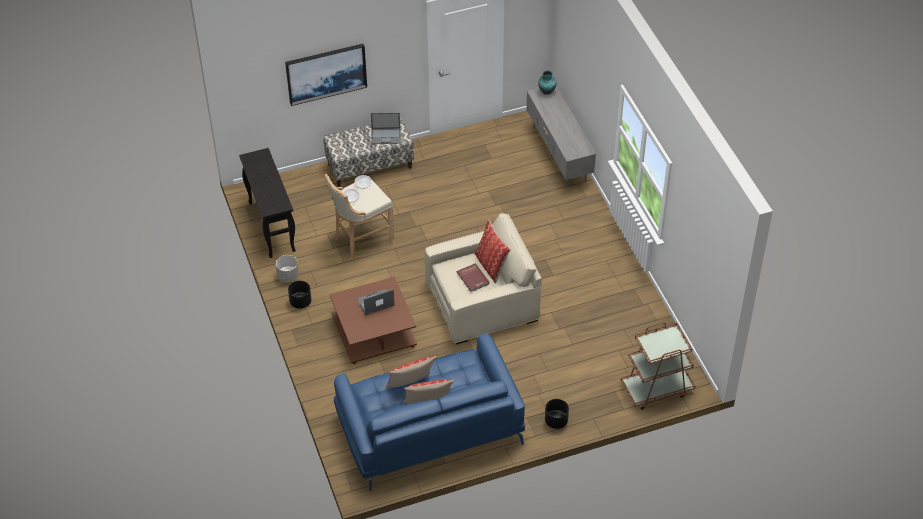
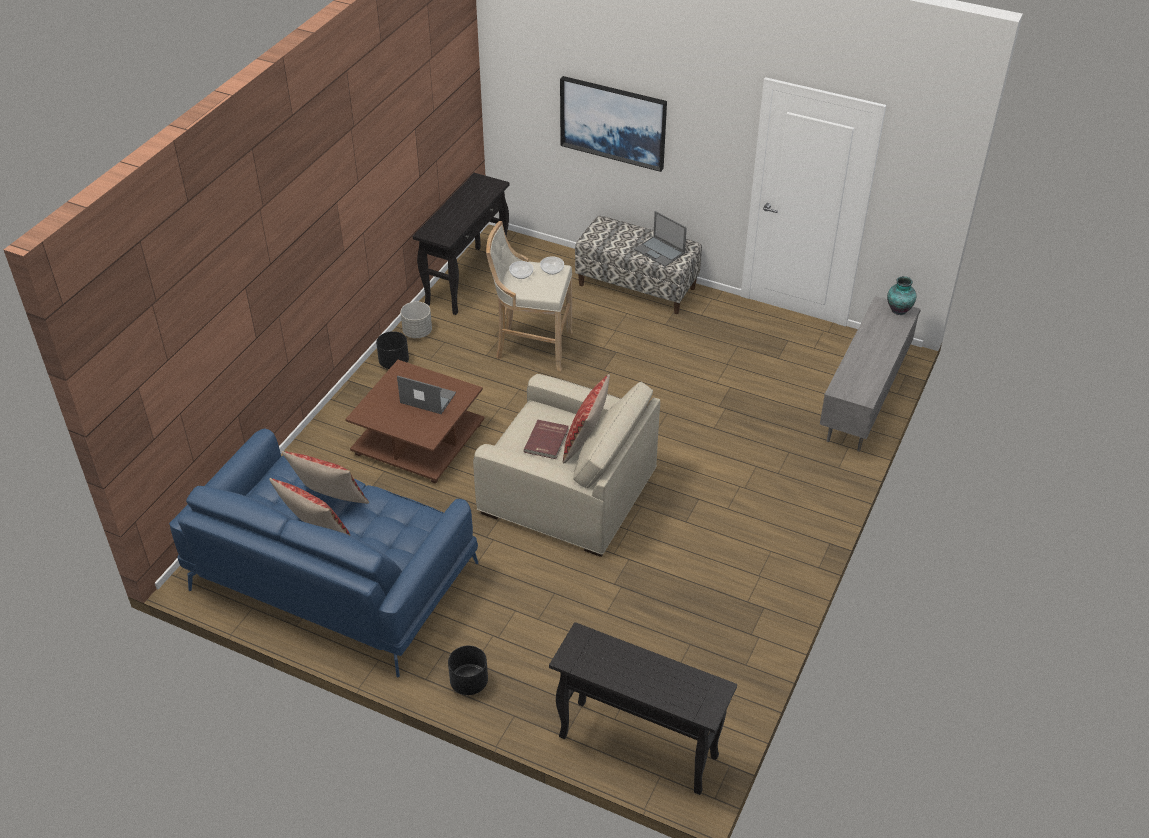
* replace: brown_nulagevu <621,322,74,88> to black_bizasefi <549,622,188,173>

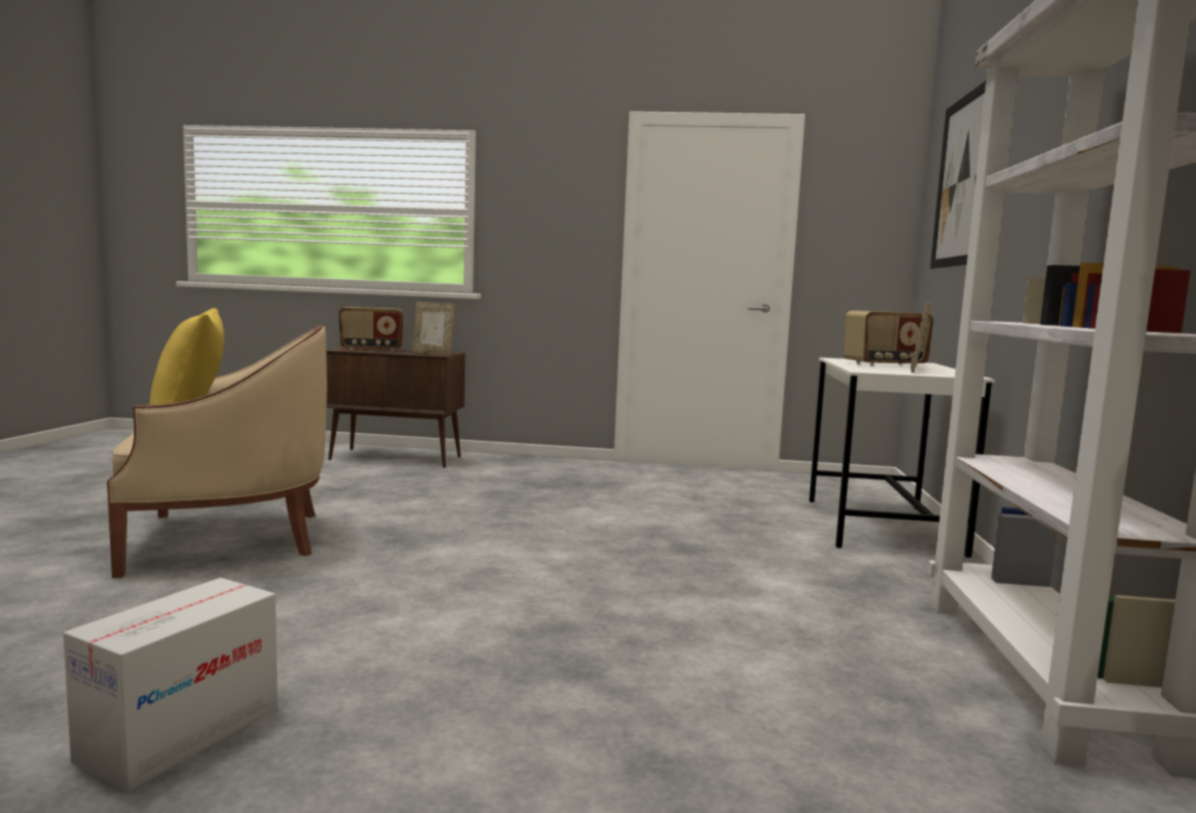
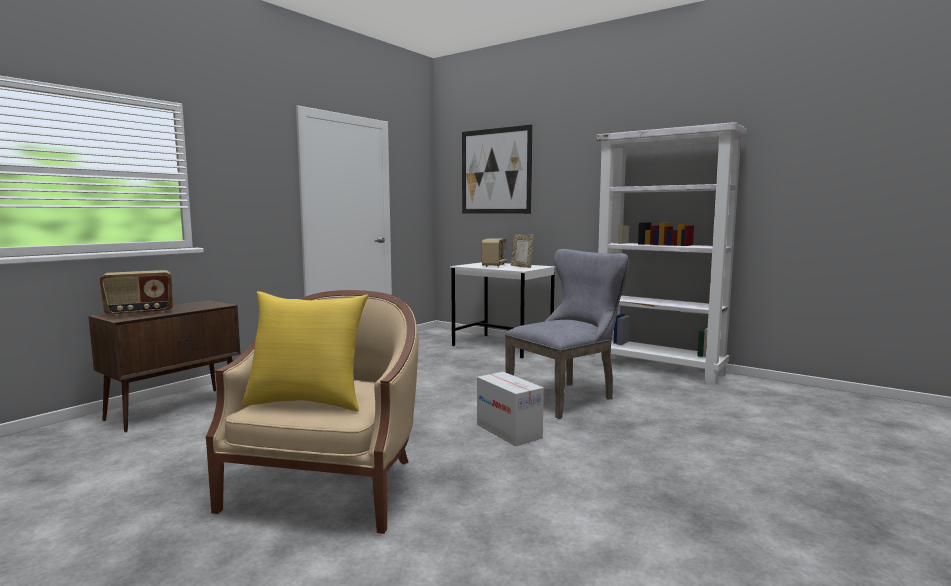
* delete: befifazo <412,302,43,53>
* rotate: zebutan <339,307,64,44> = <100,270,73,47> 45 degrees clockwise
* move: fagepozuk <63,578,215,214> to <477,372,67,74>
* insert: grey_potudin <505,249,124,170>

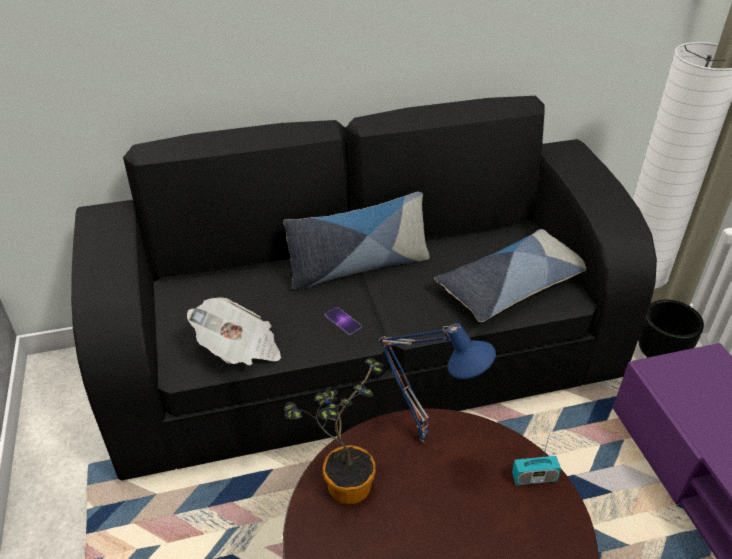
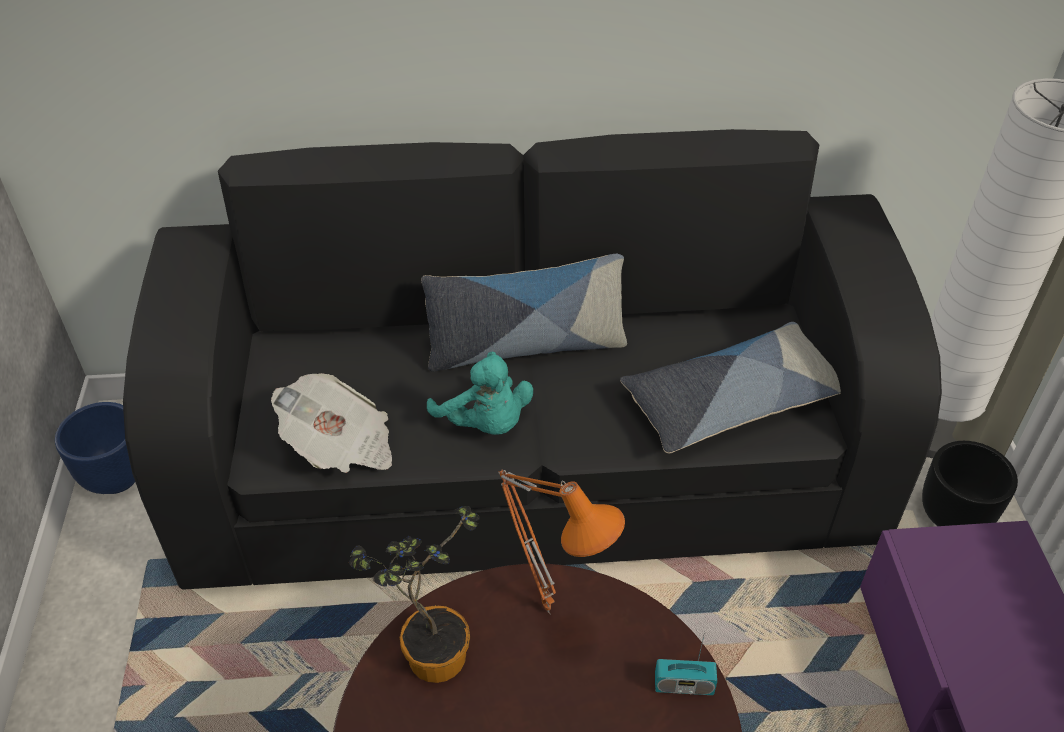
* replace: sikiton <324,307,38,28> to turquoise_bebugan <427,352,106,83>
* recolor: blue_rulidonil <379,323,117,120> to orange_rulidonil <498,470,127,145>
* insert: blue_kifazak <55,402,80,92>

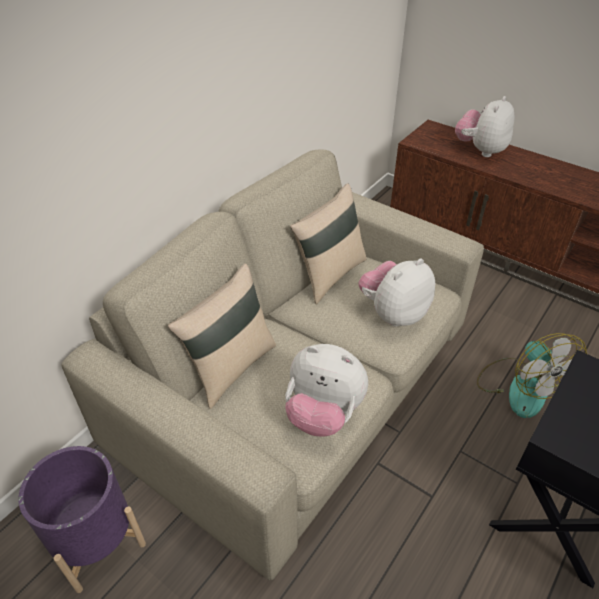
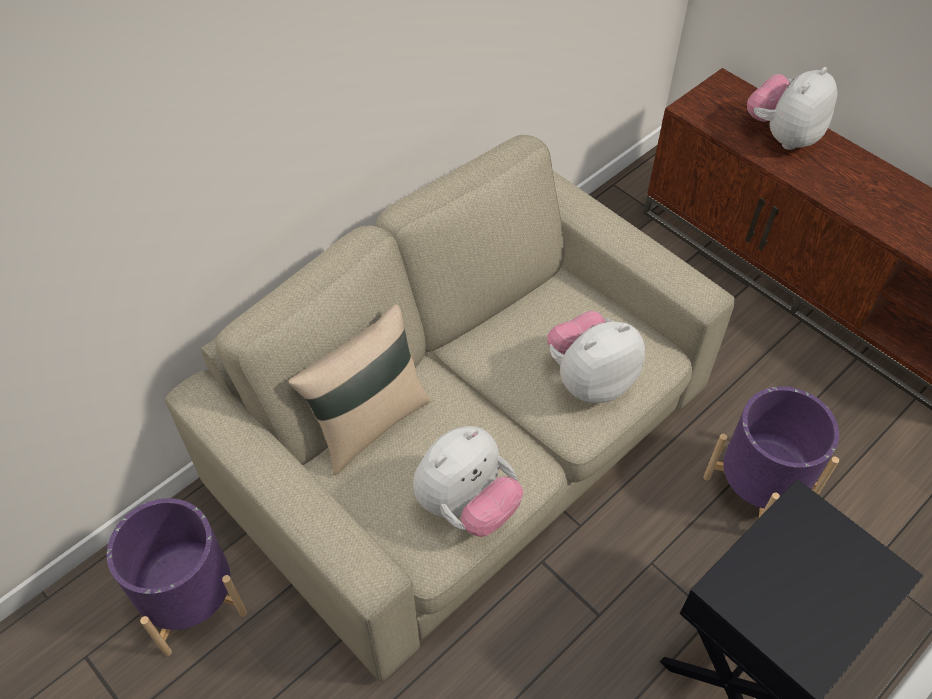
* delete: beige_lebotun <290,184,76,120>
* replace: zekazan <477,333,110,85> to purple_kifazak <703,386,136,132>
* rotate: bebugan <285,344,83,93> = <413,426,110,111> 75 degrees counterclockwise

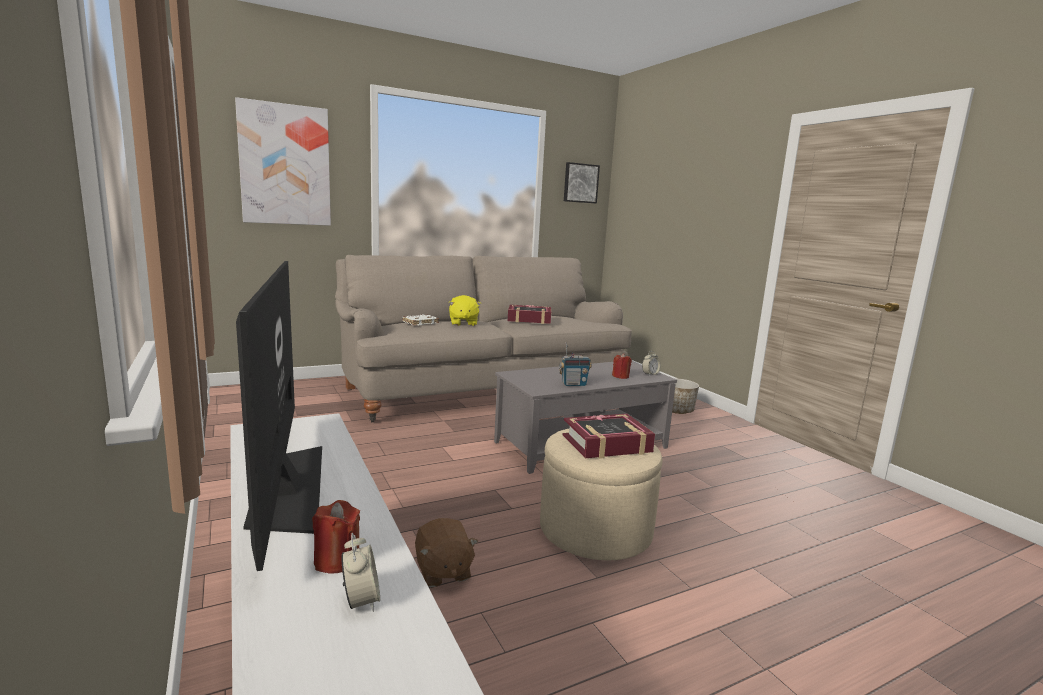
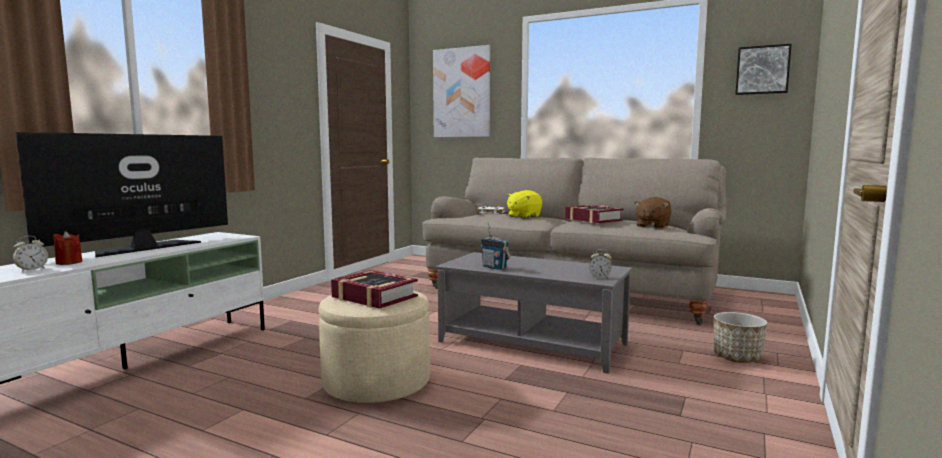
* delete: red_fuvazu <612,353,20,26>
* move: brown_bebugan <415,518,63,69> to <634,197,38,32>

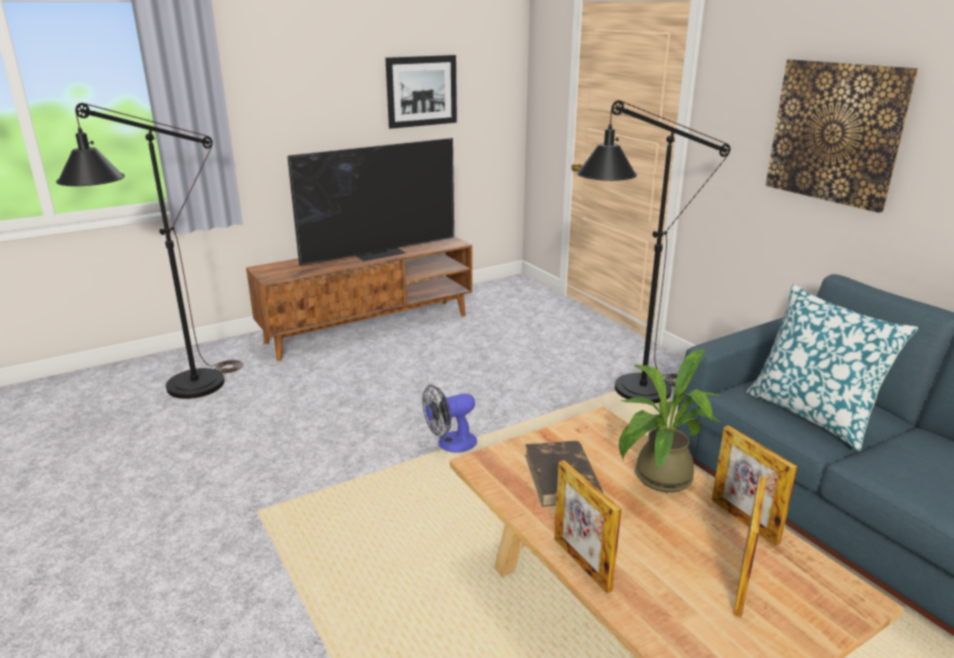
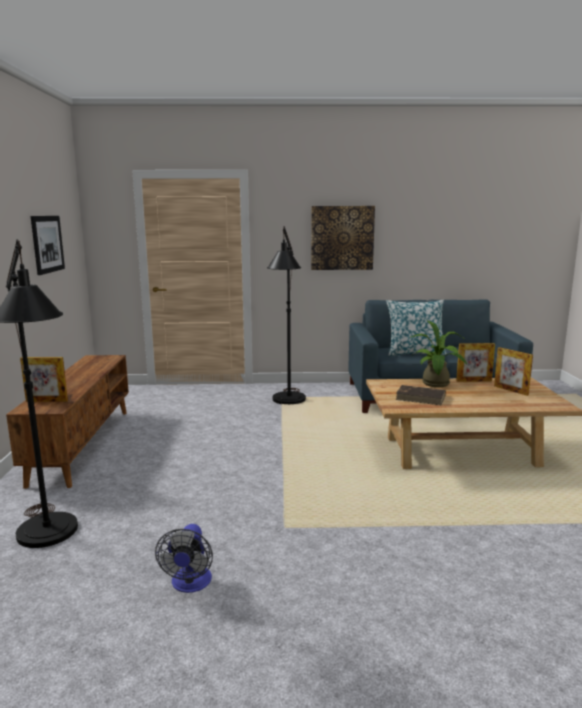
* delete: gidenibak <288,138,166,128>
* move: zekazan <422,385,55,68> to <155,524,58,69>
* move: befifazo <554,460,67,133> to <20,357,48,45>

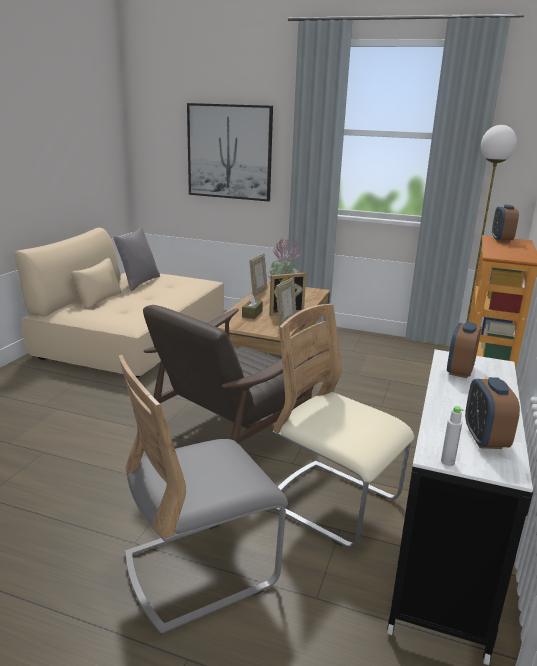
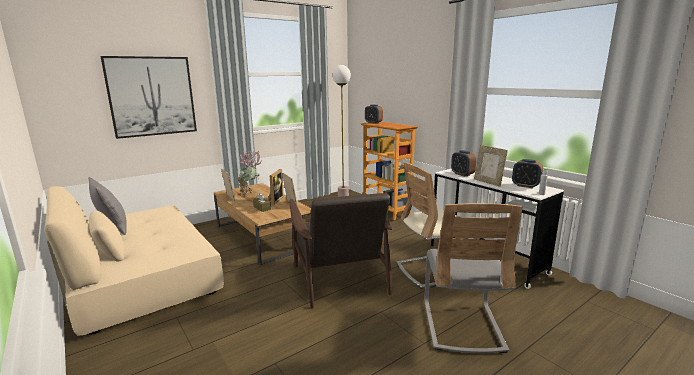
* insert: befifazo <474,145,34,42>

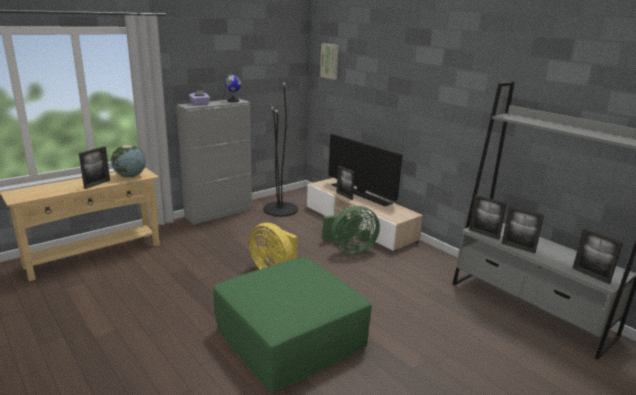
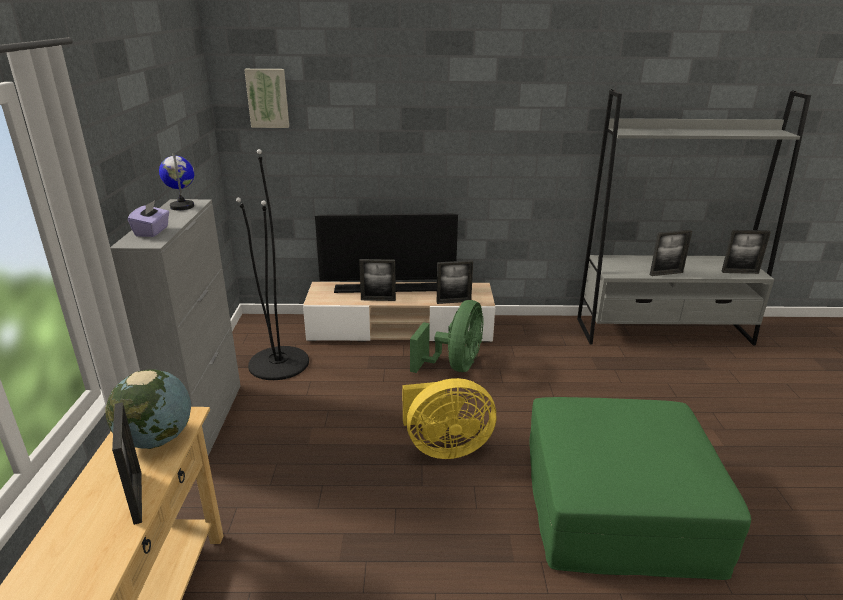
* move: befifazo <469,194,38,46> to <437,260,36,44>

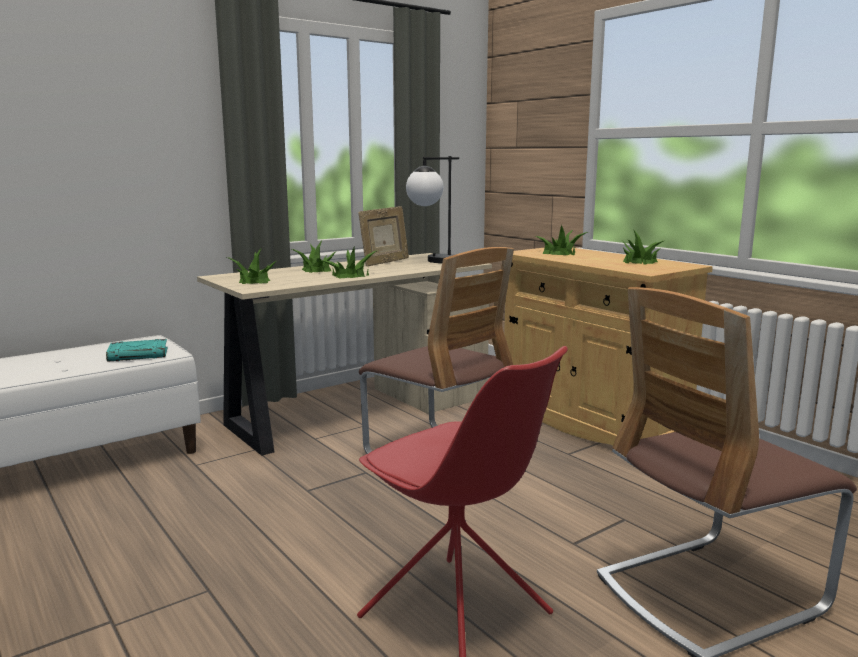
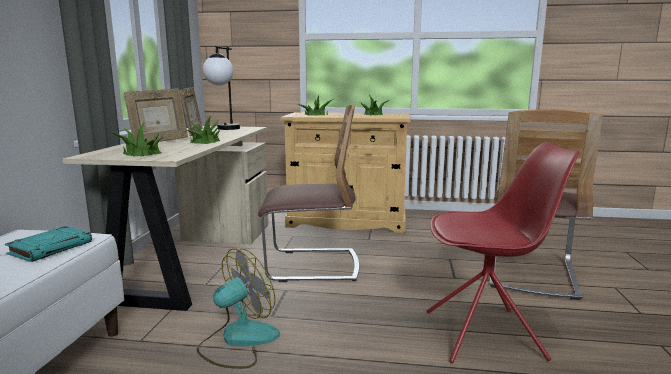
* replace: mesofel <292,241,45,32> to befifazo <124,89,64,54>
* insert: zekazan <197,249,83,120>

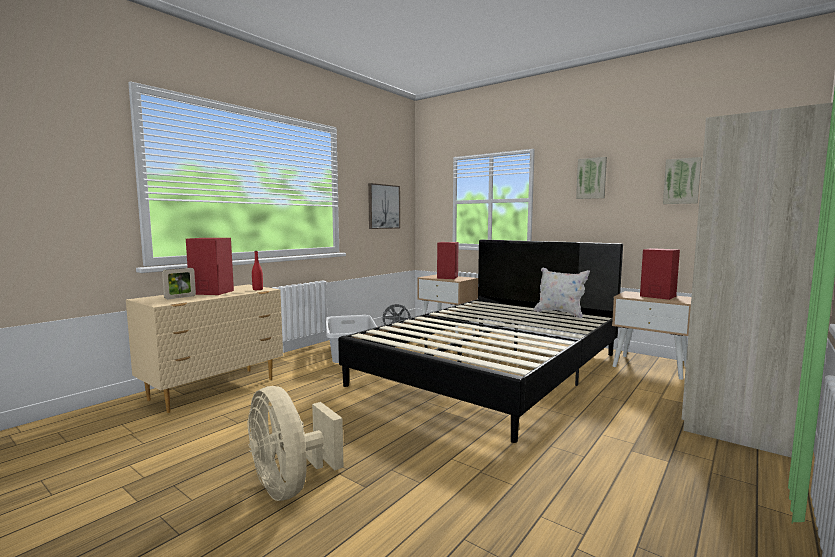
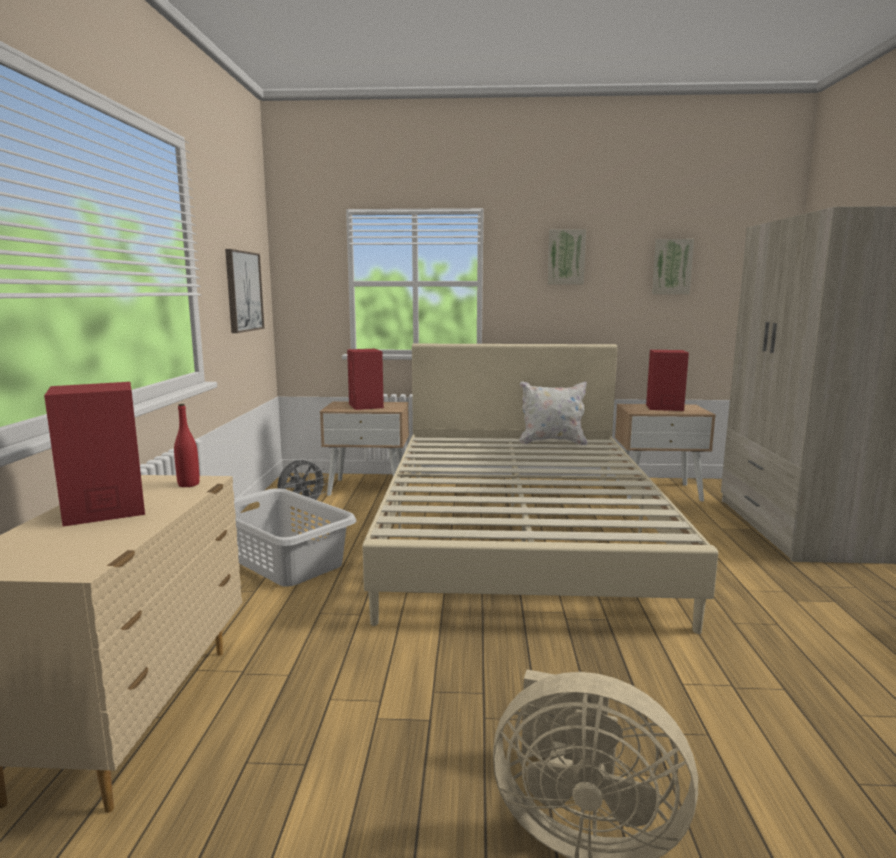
* recolor: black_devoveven <338,240,285,203> to beige_devoveven <363,344,355,290>
* delete: befifazo <162,268,34,31>

